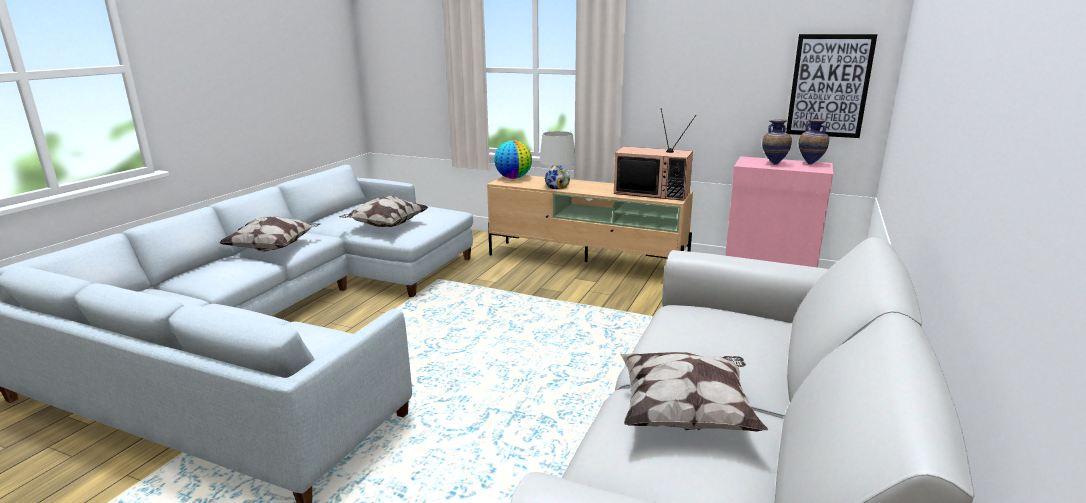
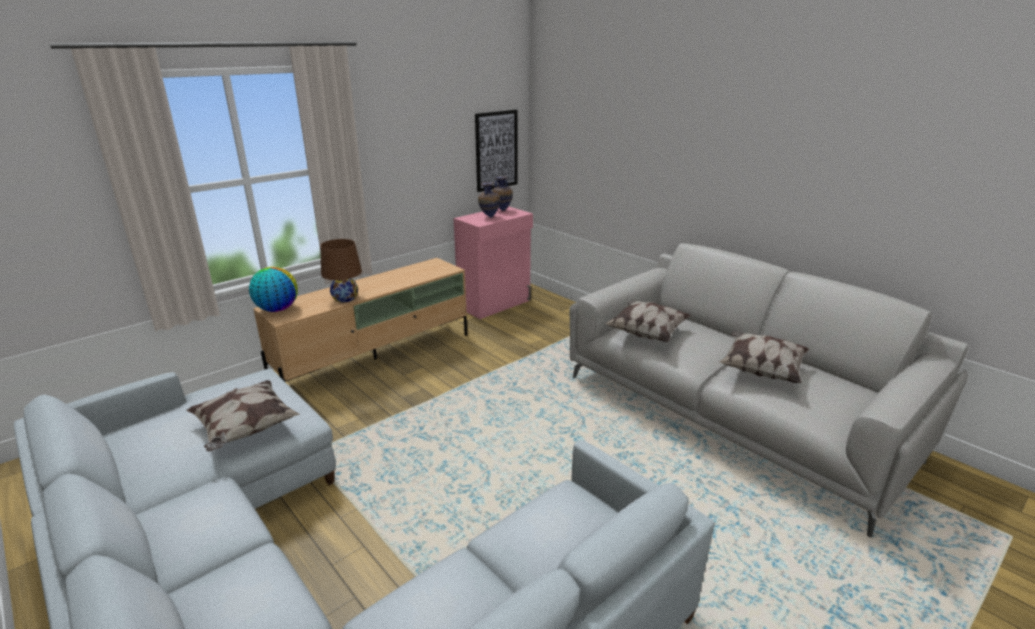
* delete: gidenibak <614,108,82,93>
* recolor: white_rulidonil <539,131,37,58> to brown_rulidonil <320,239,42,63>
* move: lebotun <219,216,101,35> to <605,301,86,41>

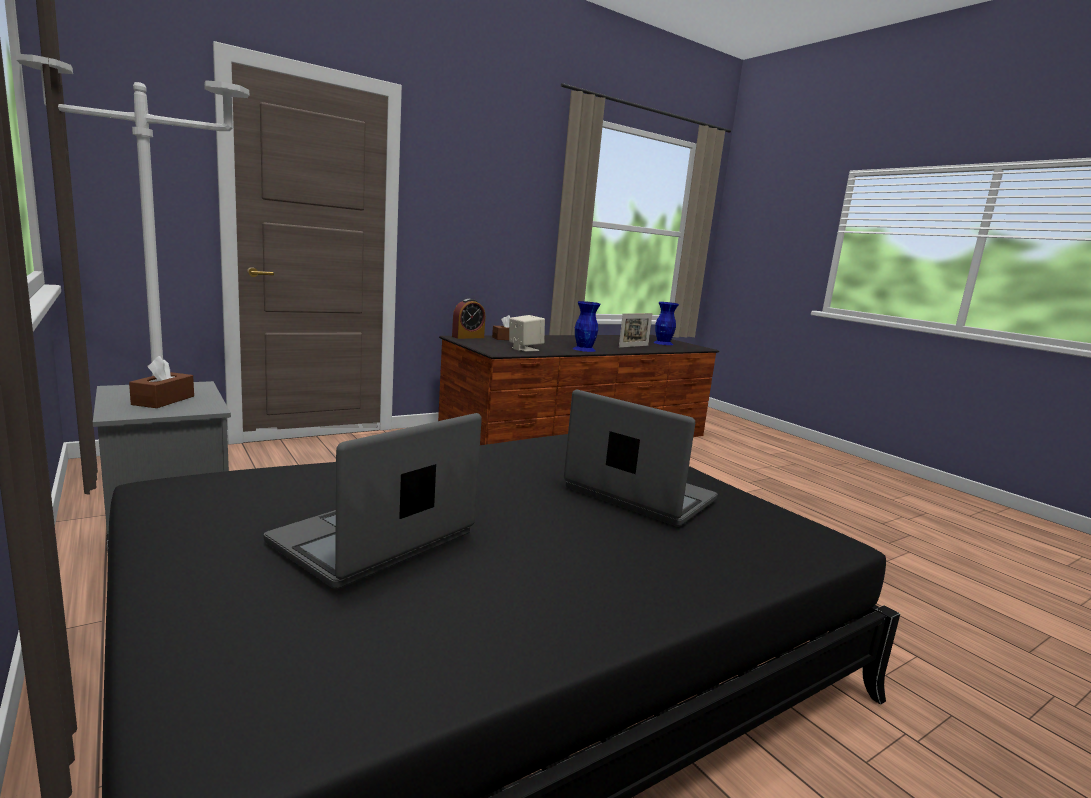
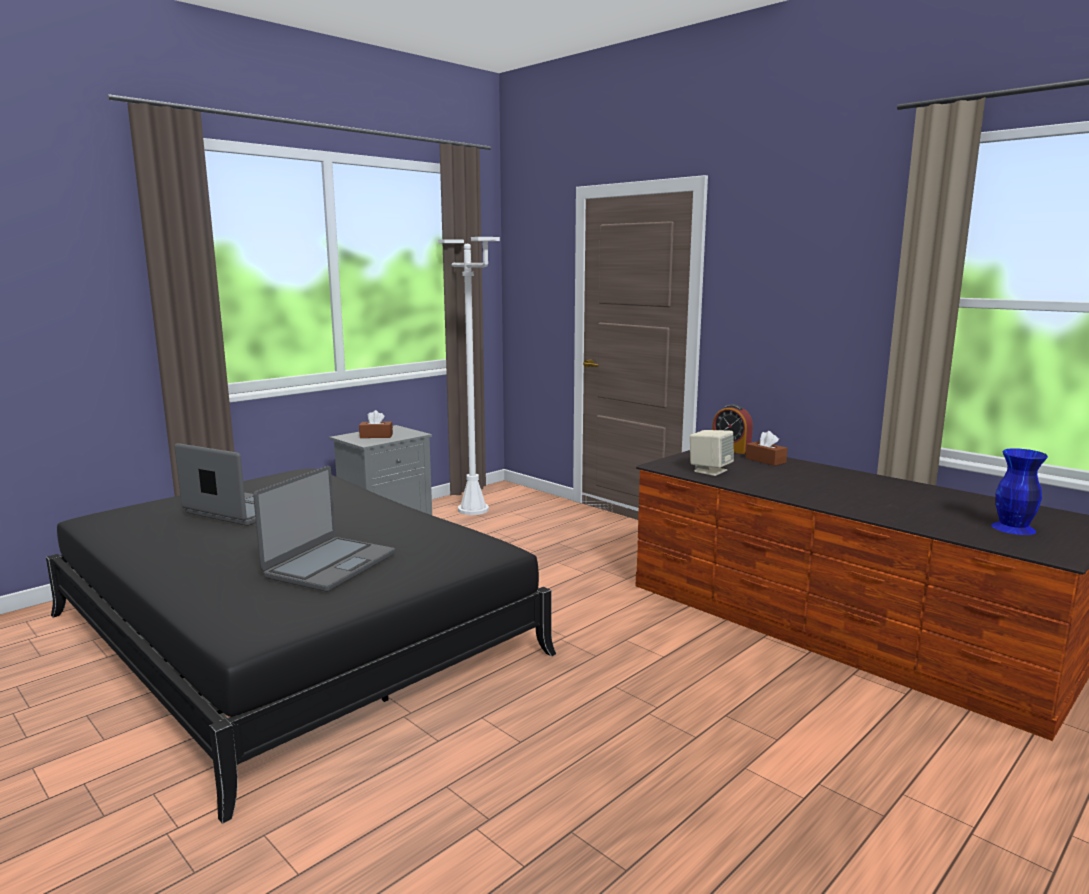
* delete: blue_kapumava <573,301,28,51>
* delete: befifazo <619,313,33,35>

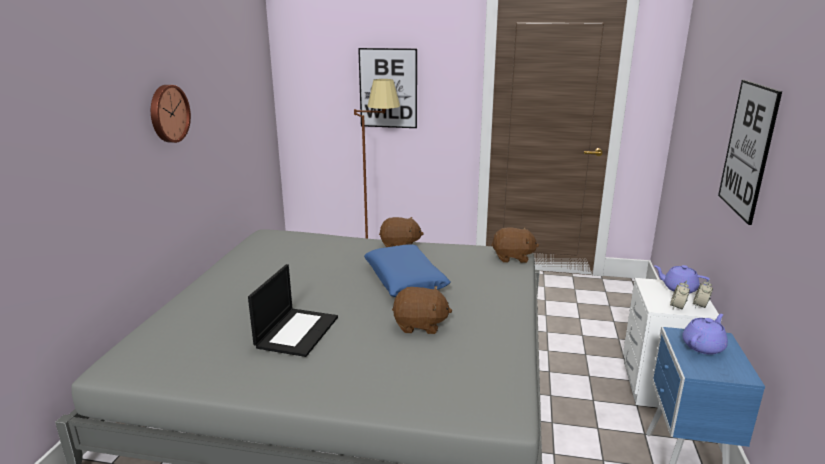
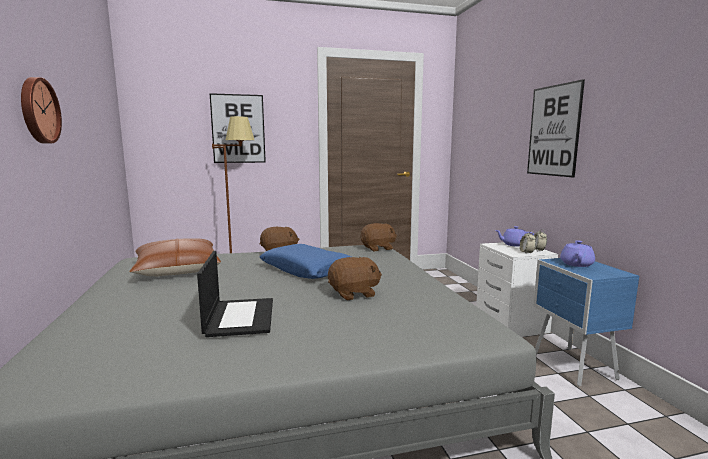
* insert: brown_lebotun <129,238,92,39>

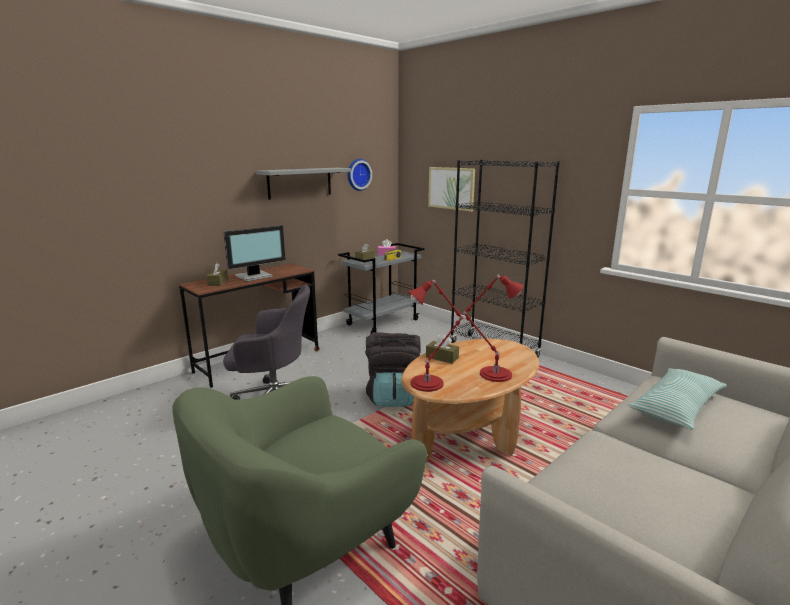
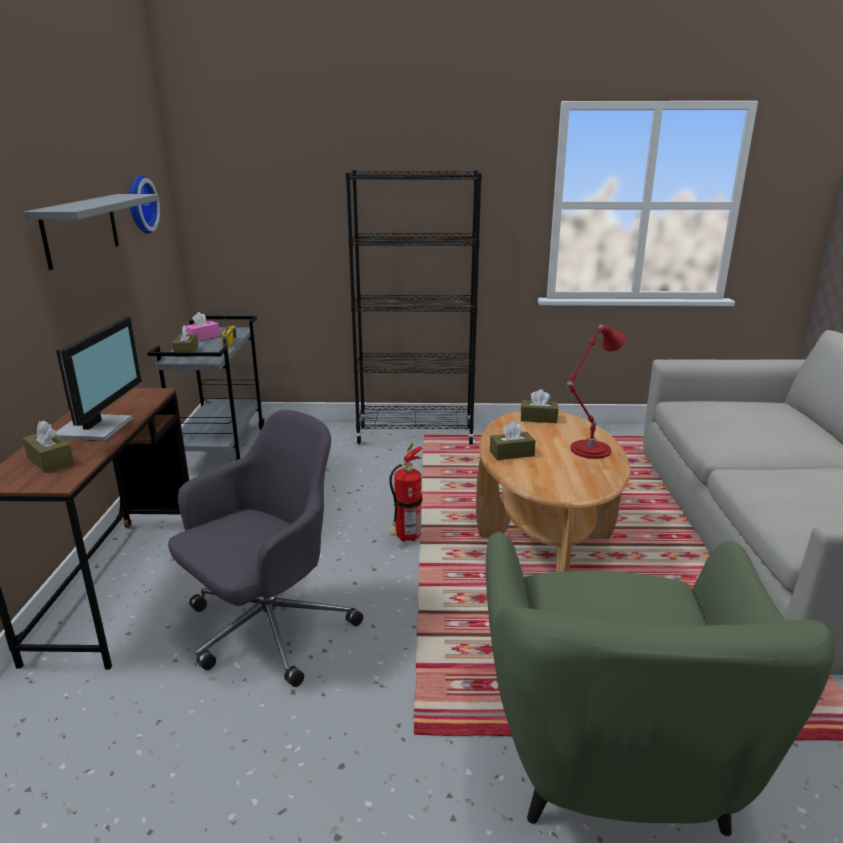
* delete: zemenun <428,167,47,45>
* delete: red_rulidonil <408,279,56,113>
* replace: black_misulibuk <365,333,56,74> to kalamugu <388,443,35,98>
* delete: lebotun <628,368,99,62>
* insert: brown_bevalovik <521,390,37,33>

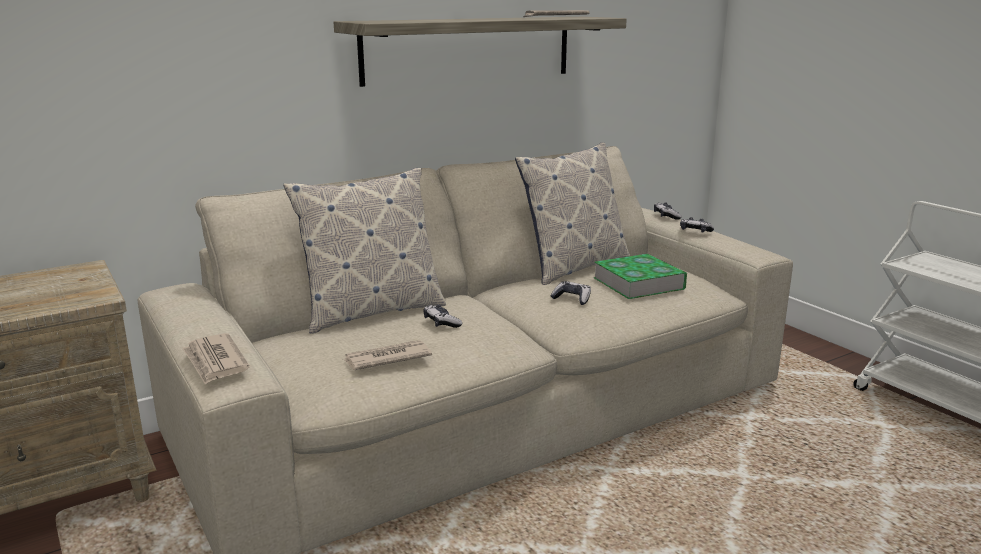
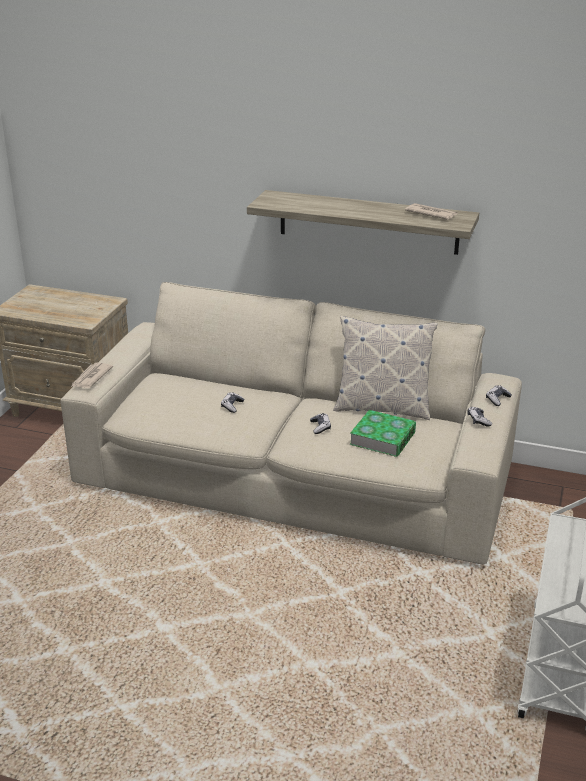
* delete: lebotun <283,168,163,166>
* delete: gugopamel <342,340,90,30>

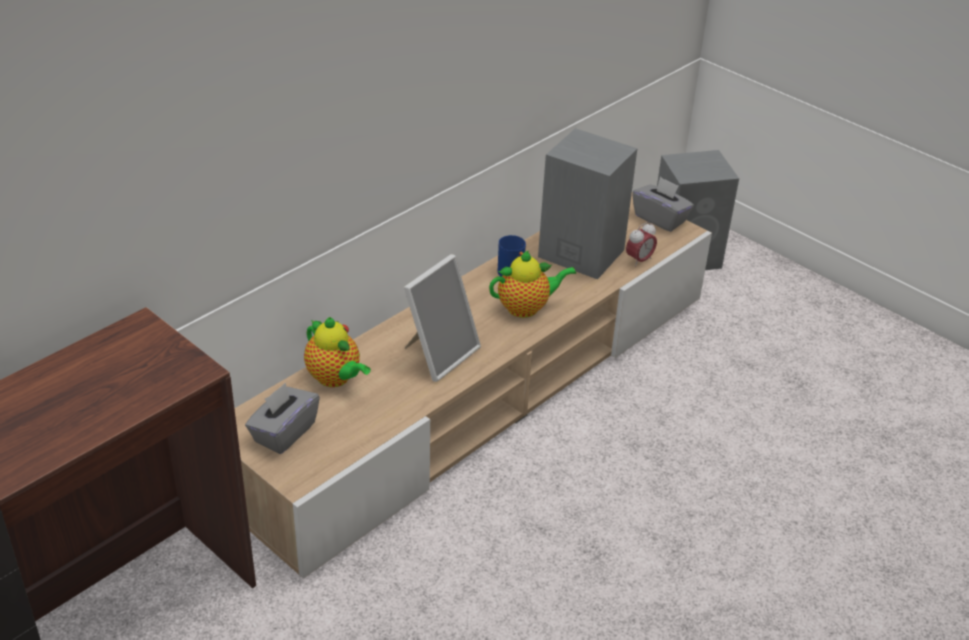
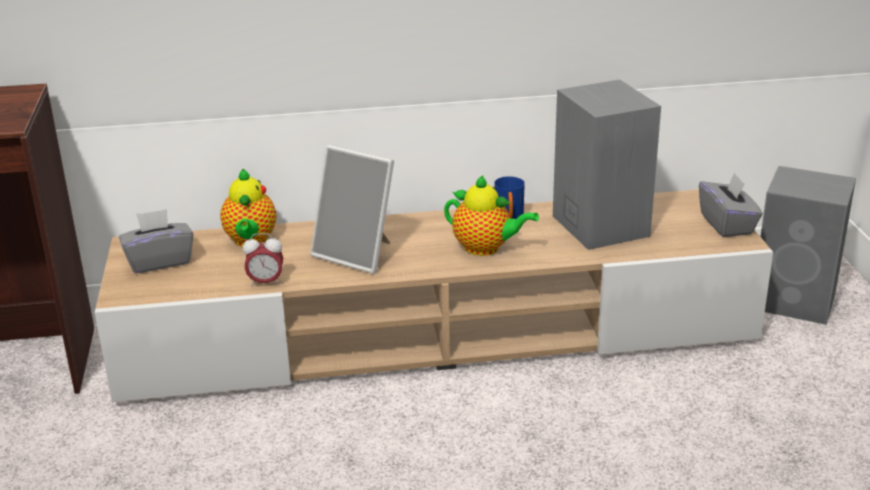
* move: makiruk <626,222,31,45> to <243,233,40,54>
* rotate: befifazo <404,254,77,128> = <310,145,84,129> 45 degrees clockwise

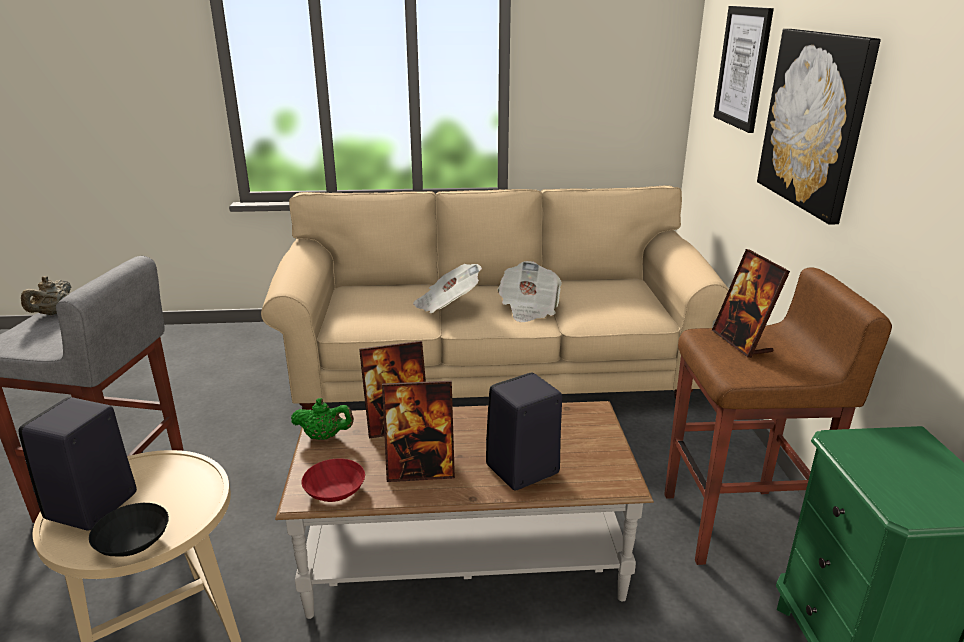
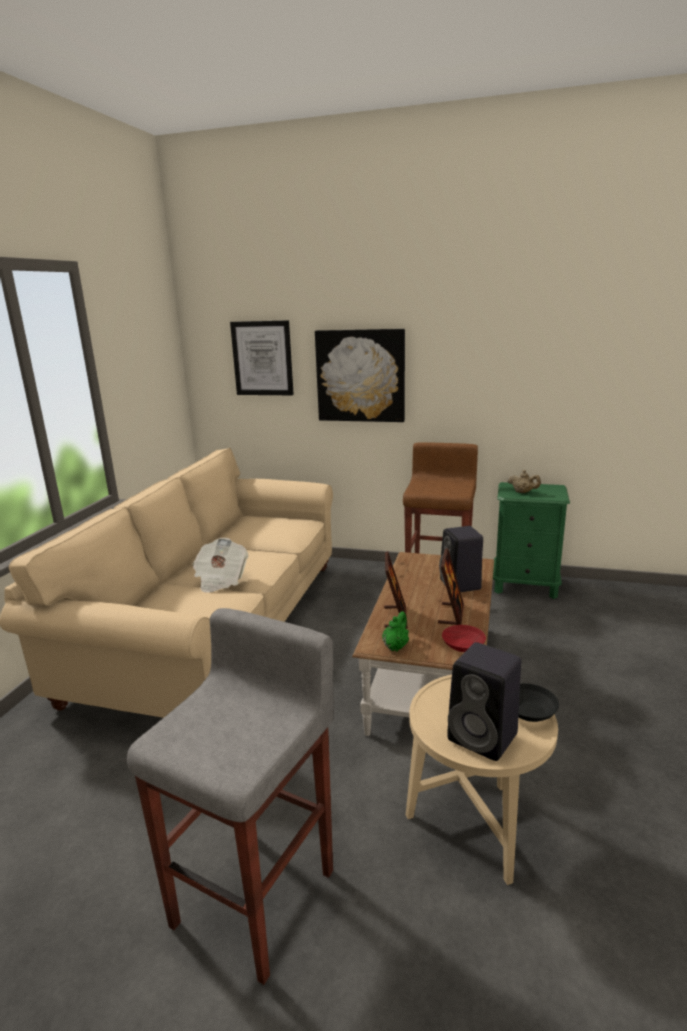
* delete: befifazo <712,249,78,109>
* delete: gugopamel <498,261,64,61>
* move: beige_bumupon <21,276,50,39> to <508,470,33,23>

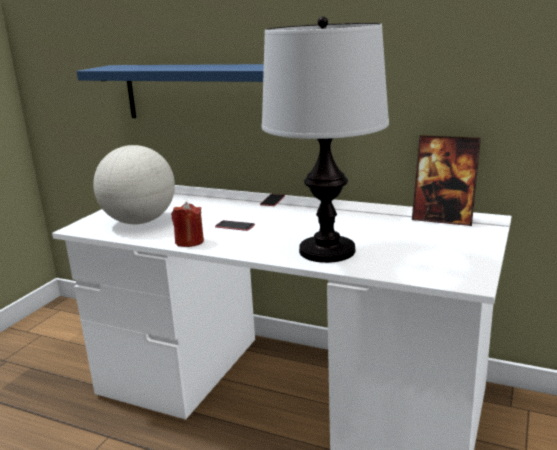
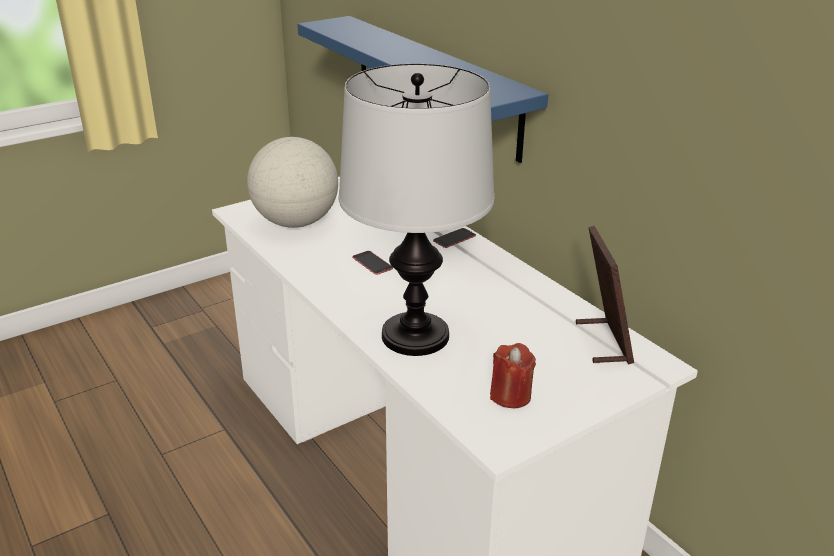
* rotate: befifazo <412,135,69,91> = <576,226,58,138> 150 degrees counterclockwise
* move: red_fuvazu <171,202,33,45> to <490,343,46,65>

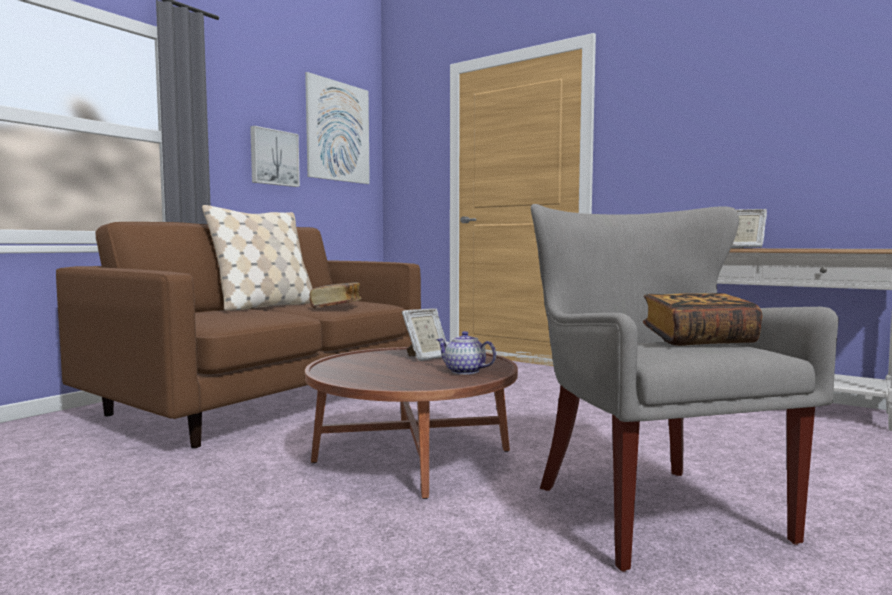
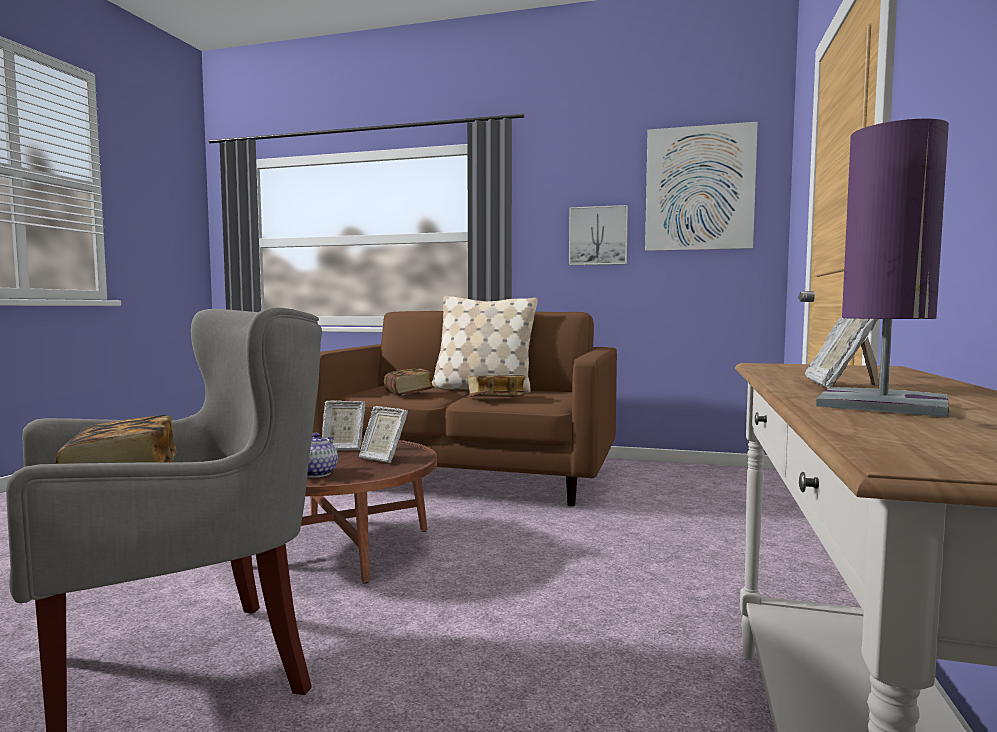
* insert: purple_rulidonil <816,119,133,298>
* insert: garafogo <384,368,51,28>
* insert: befifazo <322,400,43,51>

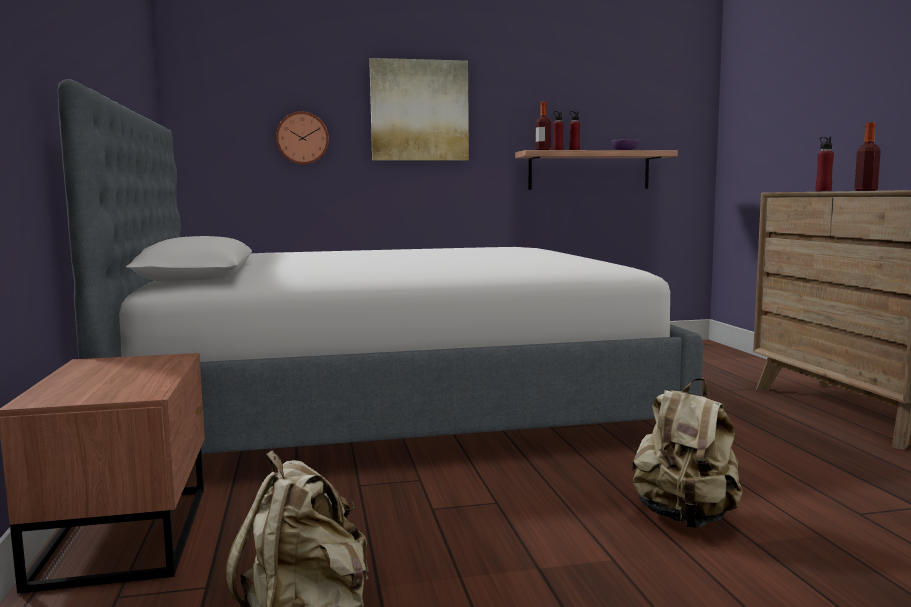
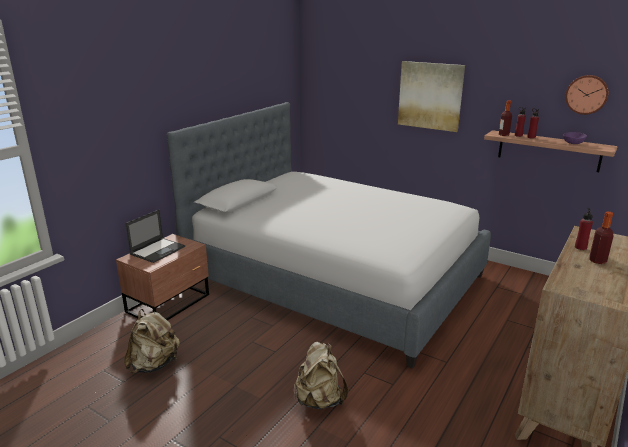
* move: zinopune <276,111,53,54> to <565,75,44,40>
* insert: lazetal <125,209,60,54>

